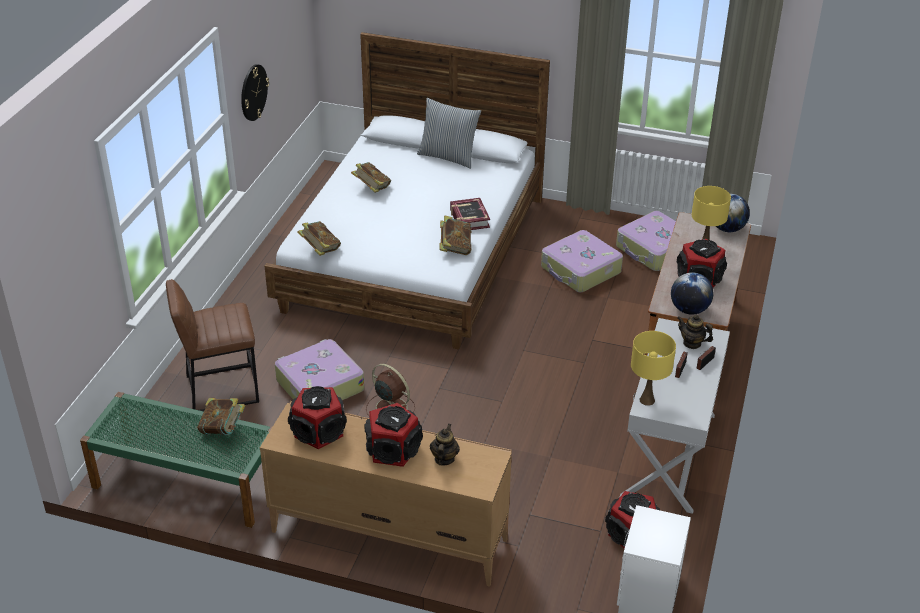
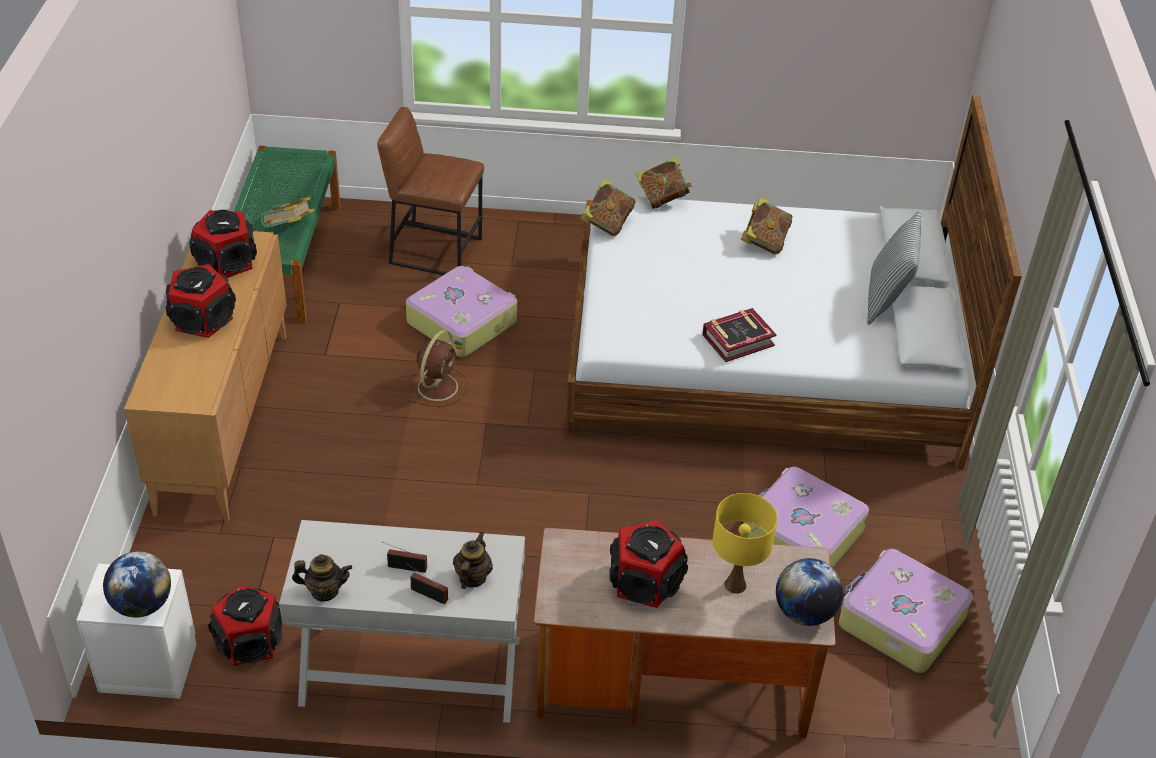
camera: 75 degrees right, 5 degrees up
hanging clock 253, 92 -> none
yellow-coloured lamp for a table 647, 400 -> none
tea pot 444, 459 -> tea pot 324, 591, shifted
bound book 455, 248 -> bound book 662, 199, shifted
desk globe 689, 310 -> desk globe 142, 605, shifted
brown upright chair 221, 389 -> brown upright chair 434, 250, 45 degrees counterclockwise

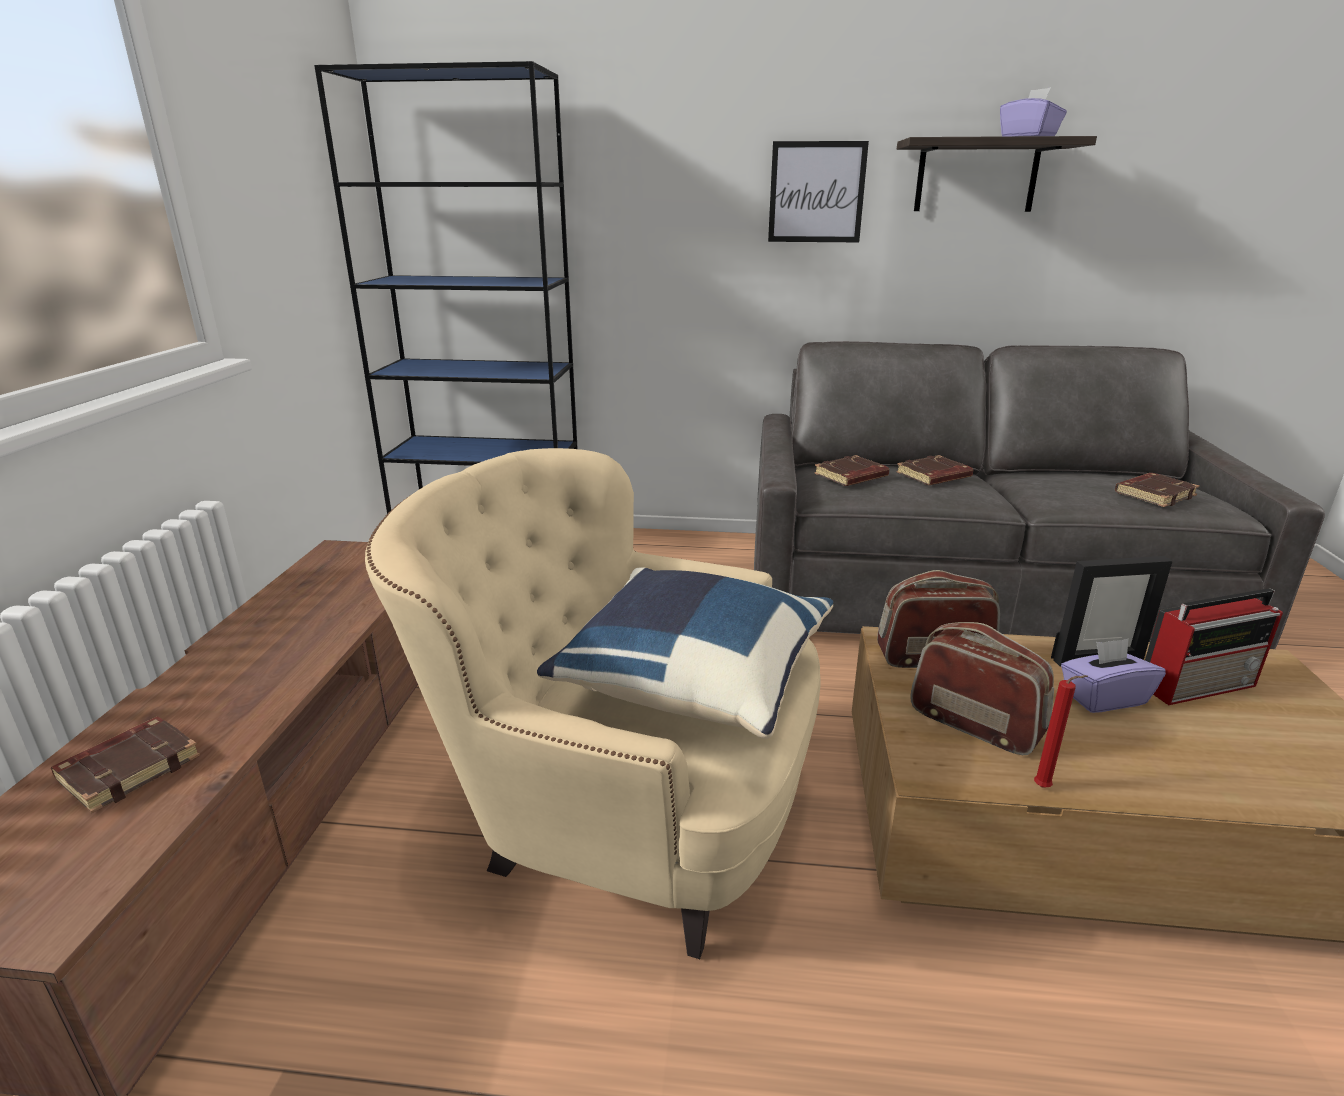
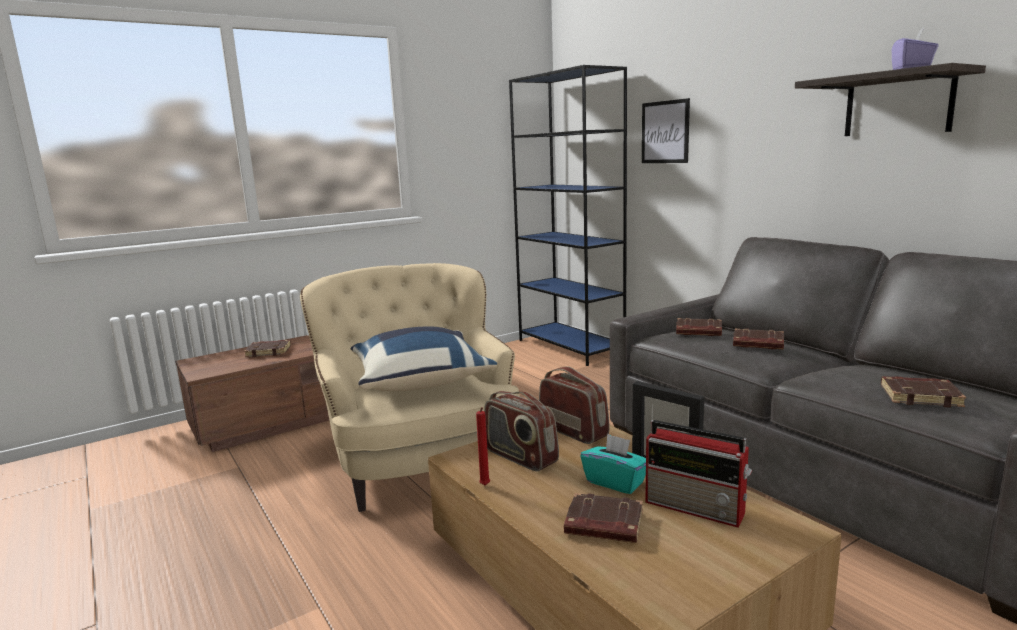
camera: 50 degrees right, 10 degrees down
none -> brown bound book 603, 525
wall picture 816, 192 -> wall picture 665, 132, shifted
purple-coloured box of tissues 1103, 698 -> turquoise-coloured box of tissues 615, 482
radio receiver 975, 724 -> radio receiver 520, 457, 135 degrees clockwise

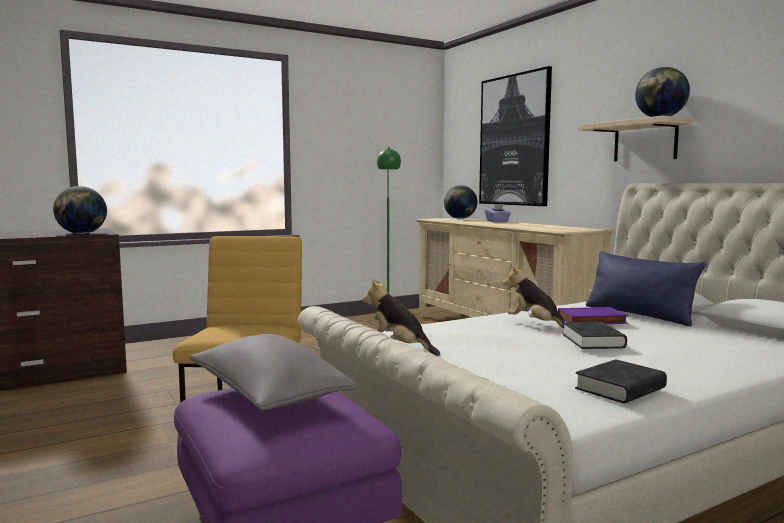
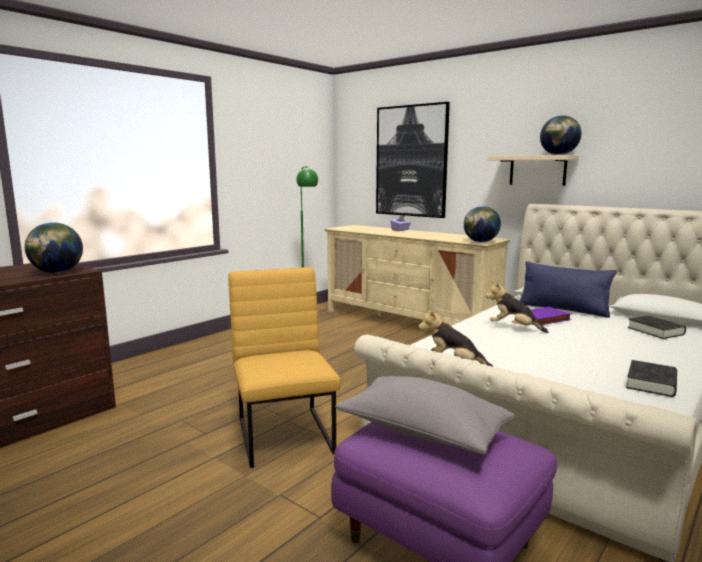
camera: 20 degrees left, 5 degrees up
desk globe 460, 218 -> desk globe 480, 242, shifted
blackish bound book 593, 341 -> blackish bound book 655, 331, shifted

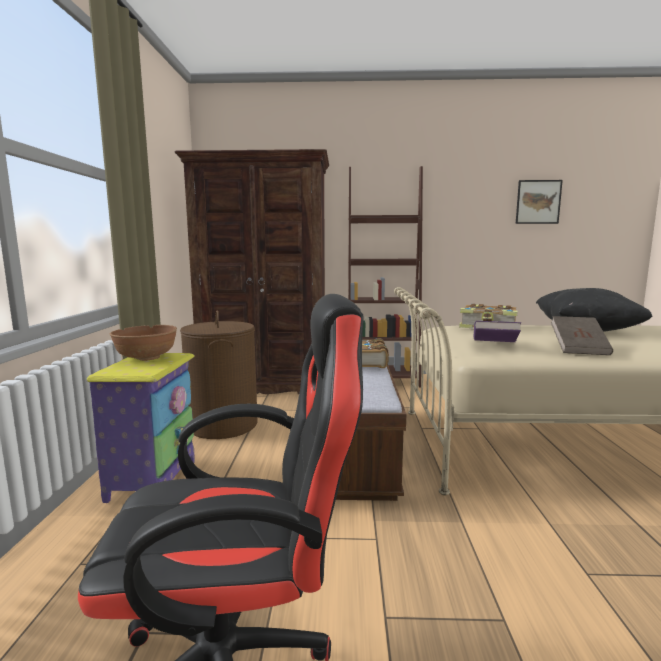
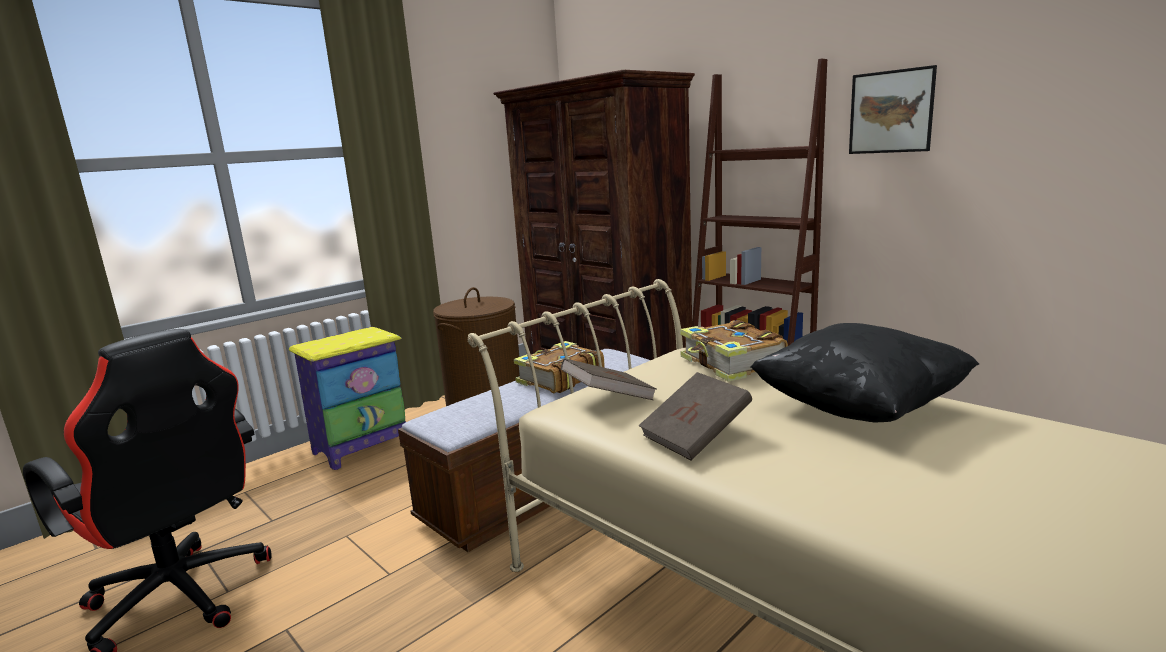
camera: 45 degrees right, 5 degrees up
brown deep dish 146, 357 -> none
wall picture 538, 202 -> wall picture 891, 112, shifted
purple-coloured bound book 494, 345 -> brown bound book 609, 398

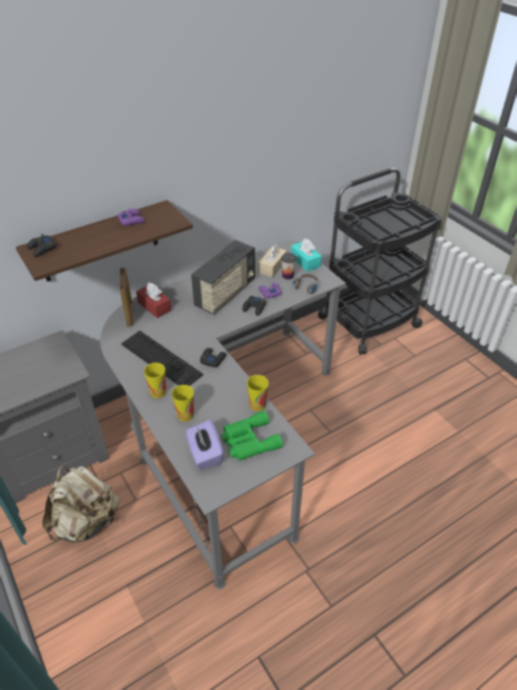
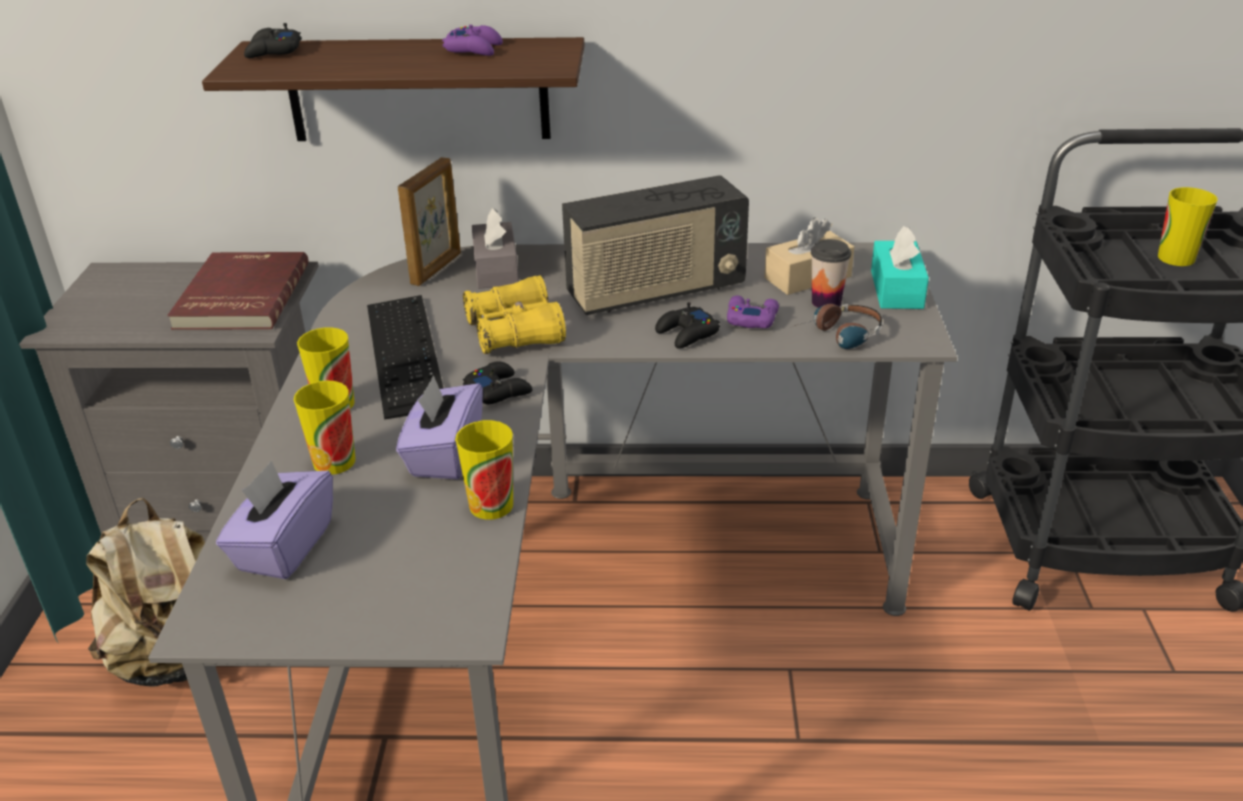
camera: 35 degrees right, 10 degrees down
green-coloured field glasses 248, 441 -> none
none -> red bound book 240, 296
none -> purple-coloured box of tissues 444, 454
none -> yellow-coloured field glasses 515, 332
none -> small cup 1176, 258
red box of tissues 154, 306 -> gray box of tissues 496, 269

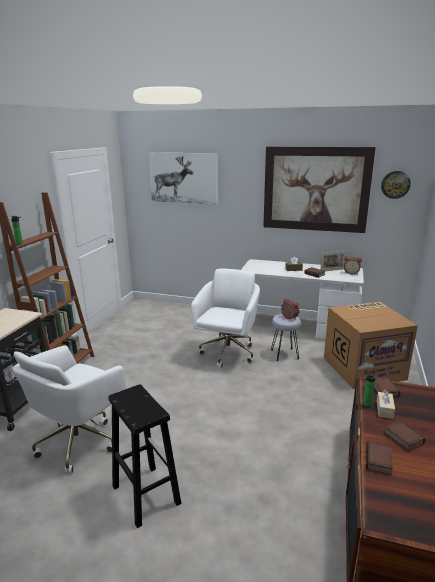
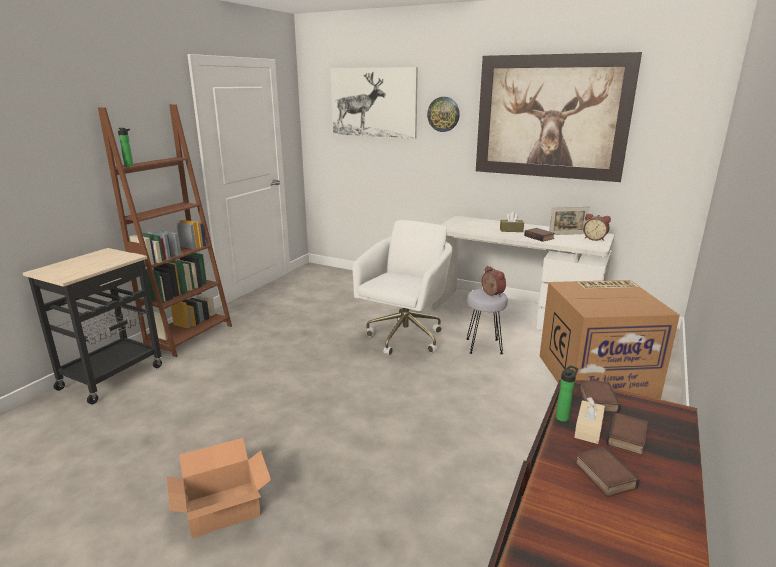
camera: 10 degrees right, 0 degrees up
white desk chair 80, 442 -> none
bound book 379, 461 -> bound book 628, 438, shifted
hanging clock 395, 184 -> hanging clock 443, 114, shifted
blackish sitting stool 145, 494 -> cardboard box 222, 508

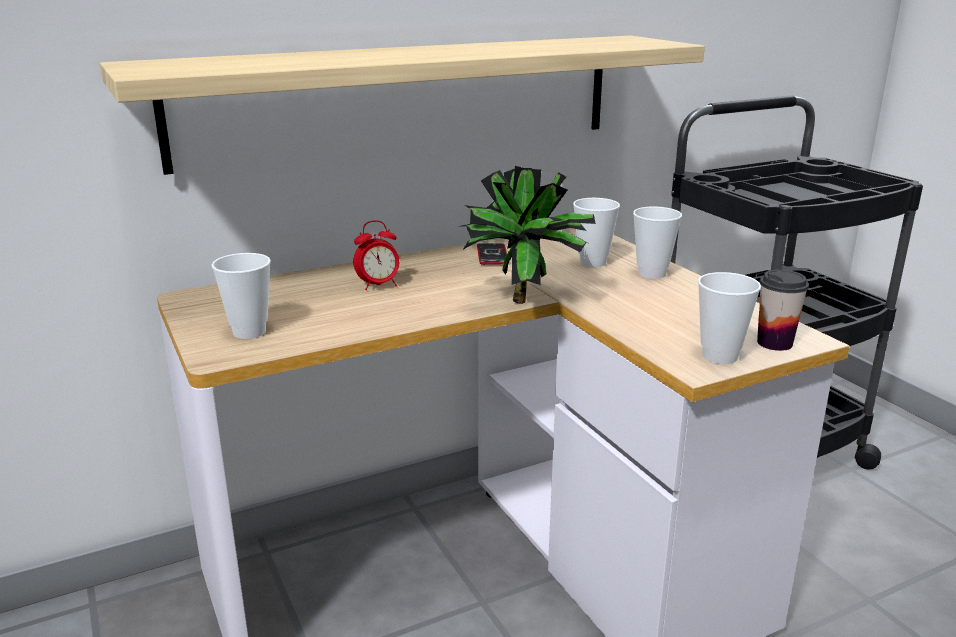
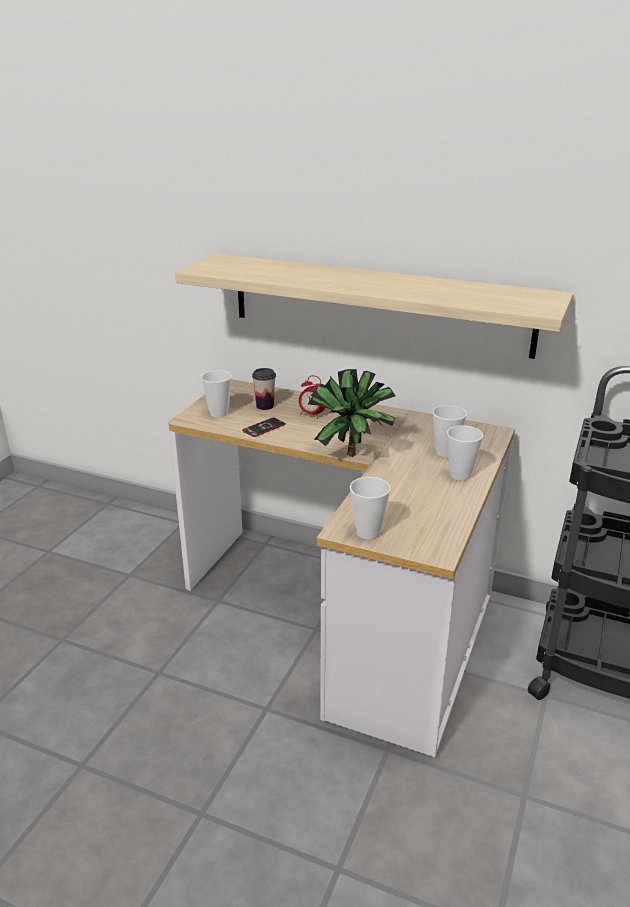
camera: 50 degrees right, 5 degrees up
handset 492, 255 -> handset 264, 428, shifted
small cup 774, 343 -> small cup 265, 406, shifted

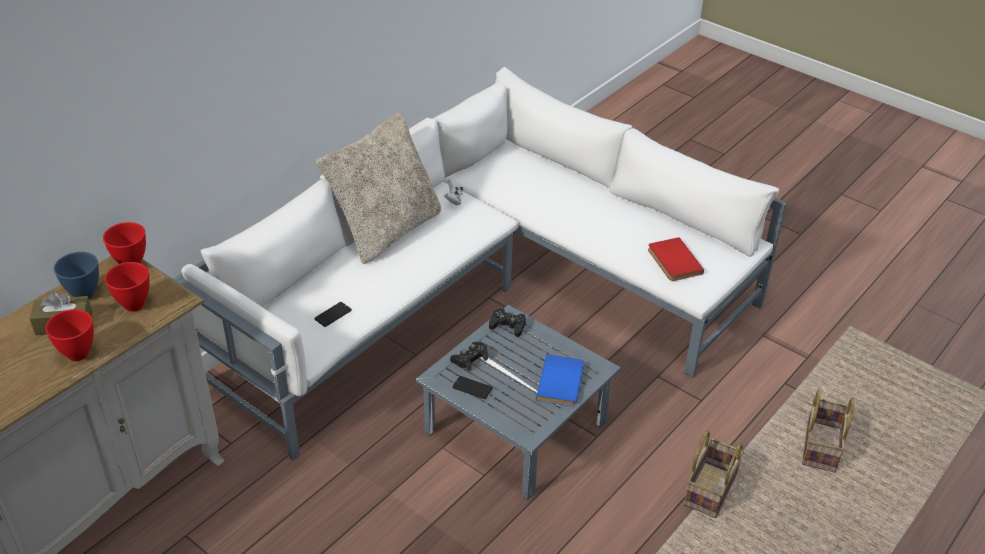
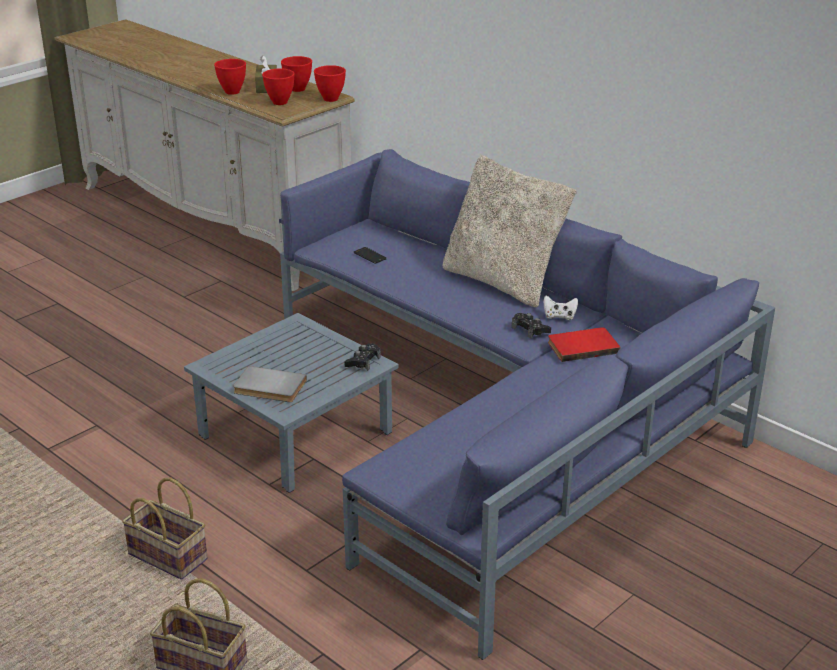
camera: 95 degrees right, 10 degrees down
handset 472, 388 -> none
blackish game controller 470, 359 -> blackish game controller 530, 329, shifted
red bound book 673, 261 -> red bound book 582, 346, shifted
blue-coloured deep dish 84, 294 -> red deep dish 298, 89
white sofa 490, 316 -> blue-coloured sofa 468, 424
blue-coloured bound book 562, 383 -> gray bound book 269, 388

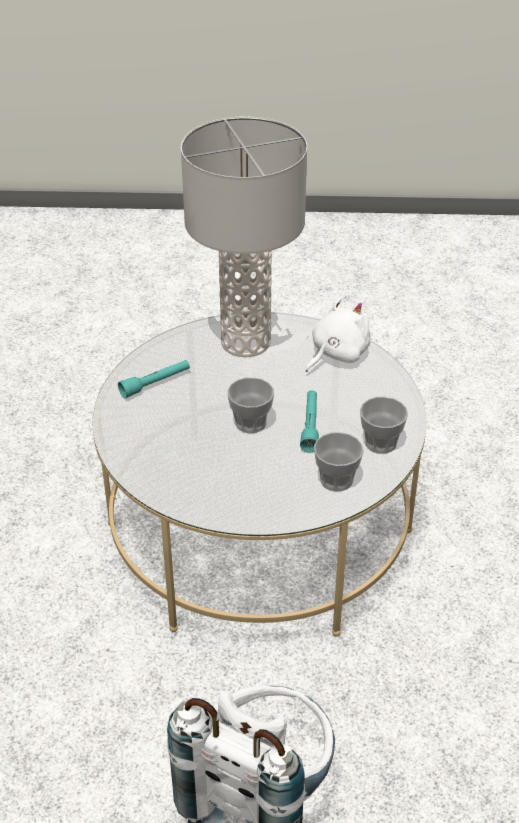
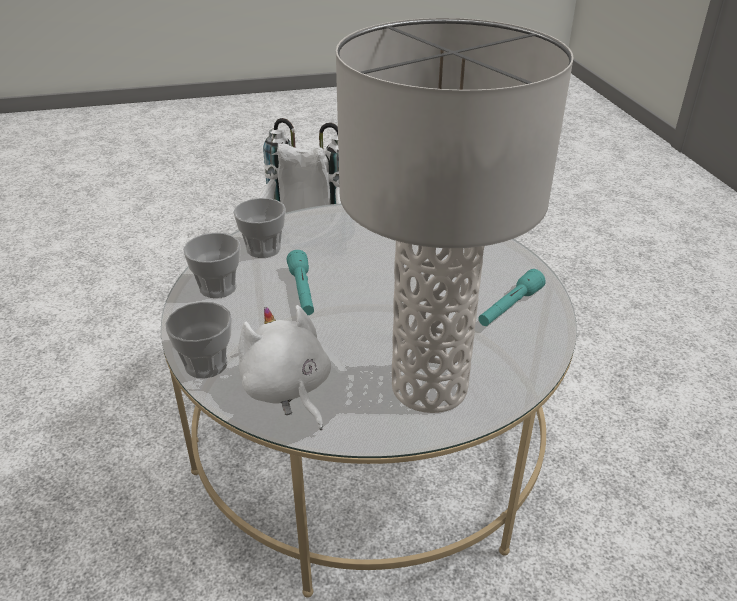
camera: 165 degrees right, 5 degrees down
small cup 251, 423 -> small cup 206, 364, shifted
white plush toy 337, 354 -> white plush toy 287, 390, 120 degrees clockwise

